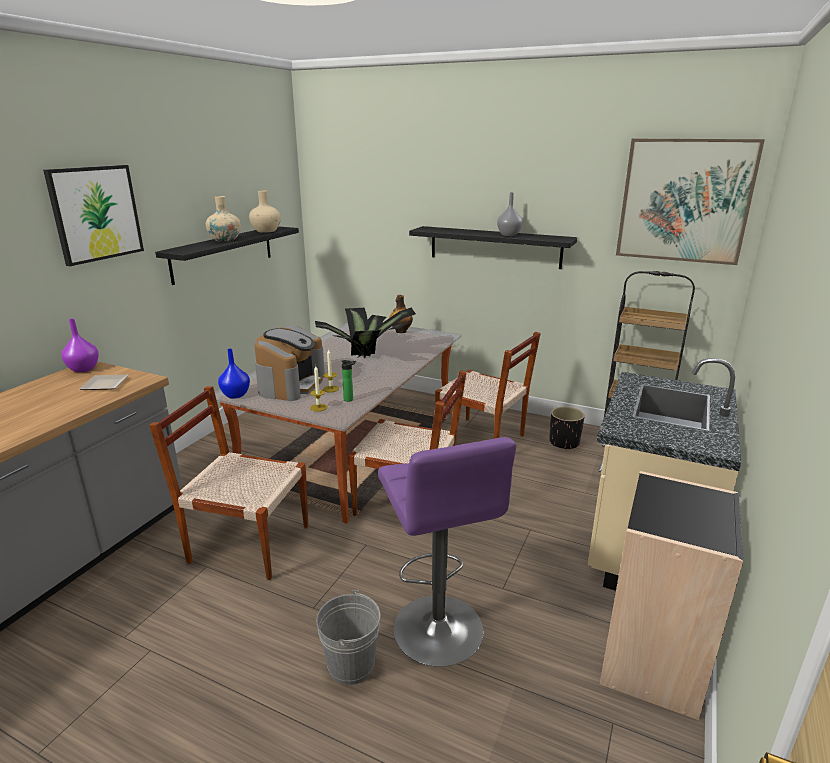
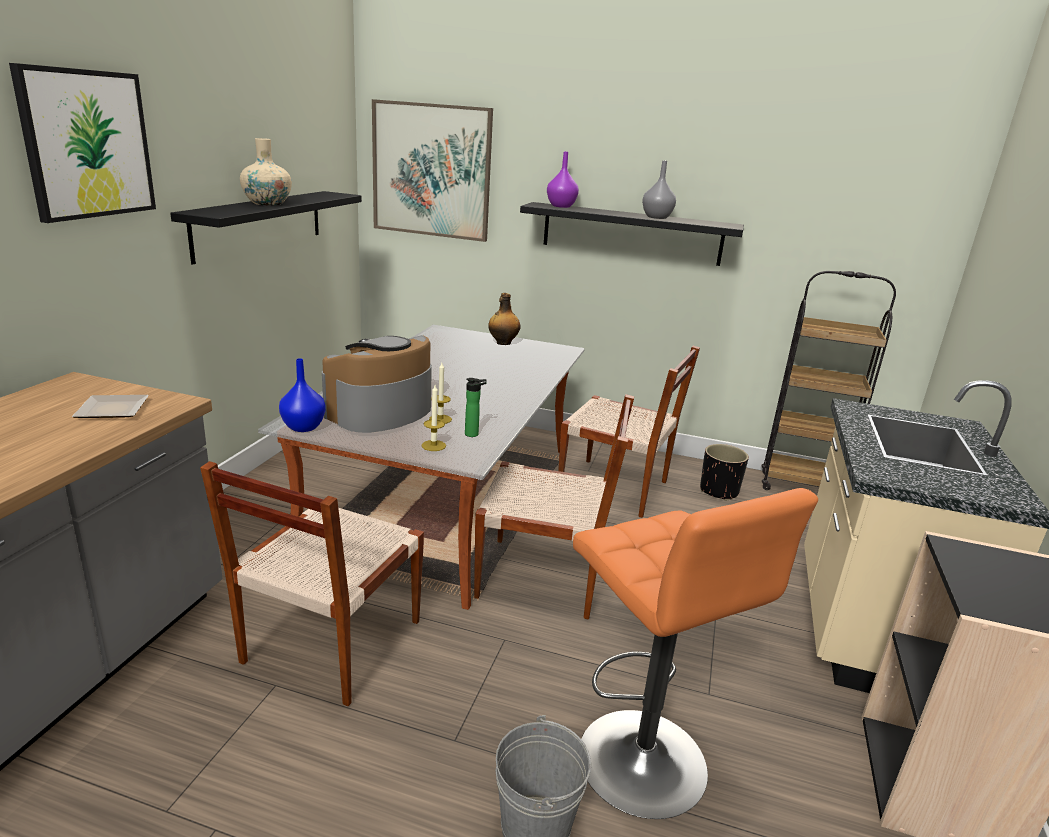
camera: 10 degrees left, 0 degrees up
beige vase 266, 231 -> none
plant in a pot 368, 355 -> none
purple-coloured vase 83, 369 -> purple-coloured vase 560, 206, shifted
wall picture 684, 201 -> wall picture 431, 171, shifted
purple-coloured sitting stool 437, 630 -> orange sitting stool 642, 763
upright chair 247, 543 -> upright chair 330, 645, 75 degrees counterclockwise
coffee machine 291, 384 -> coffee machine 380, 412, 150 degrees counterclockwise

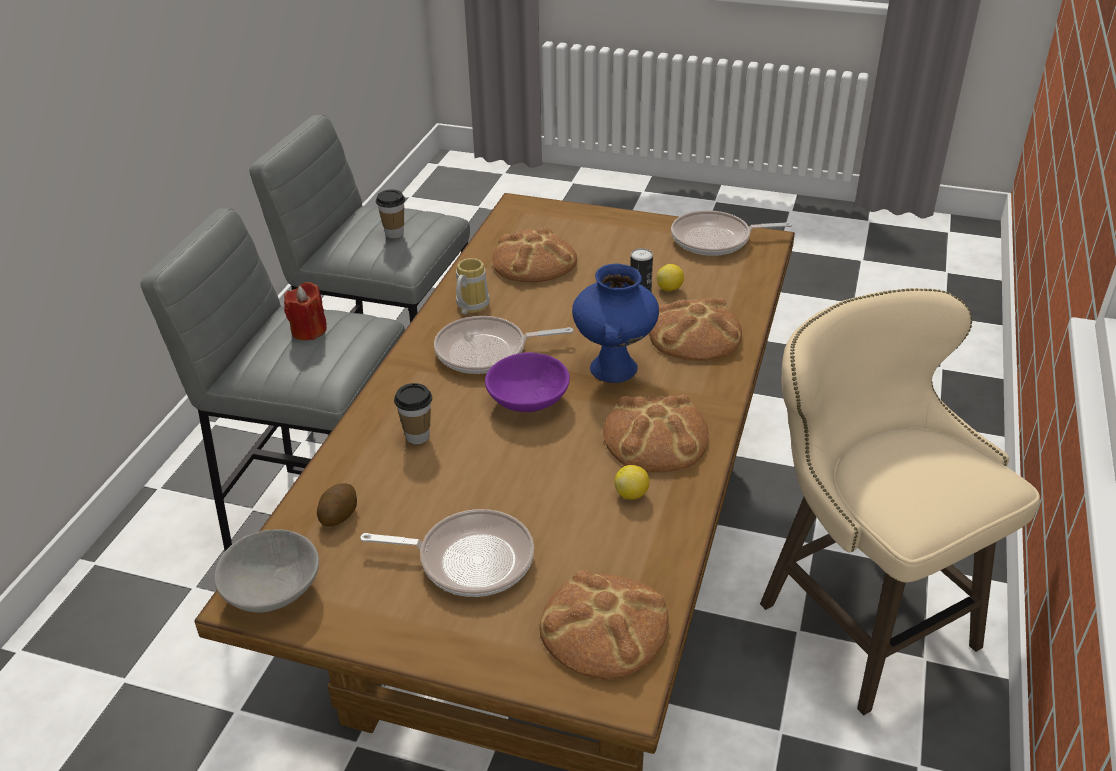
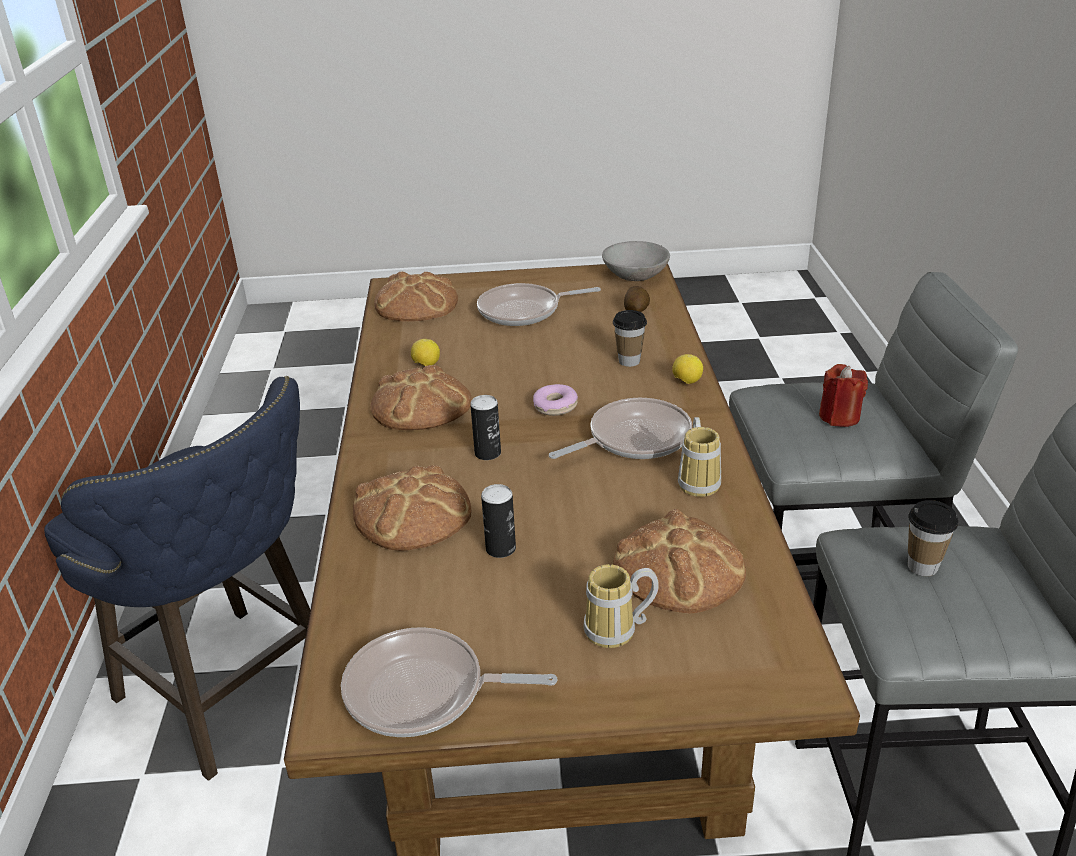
camera: 160 degrees right, 5 degrees down
none -> tea mug 617, 632
whole lemon 670, 289 -> whole lemon 686, 382, shifted
purple-coloured deep dish 529, 401 -> donut 555, 406
blue-coloured vase 614, 369 -> metal can 487, 453
beige sitting stool 861, 618 -> blue-coloured sitting stool 233, 694
skillet 715, 239 -> skillet 423, 692, 150 degrees counterclockwise

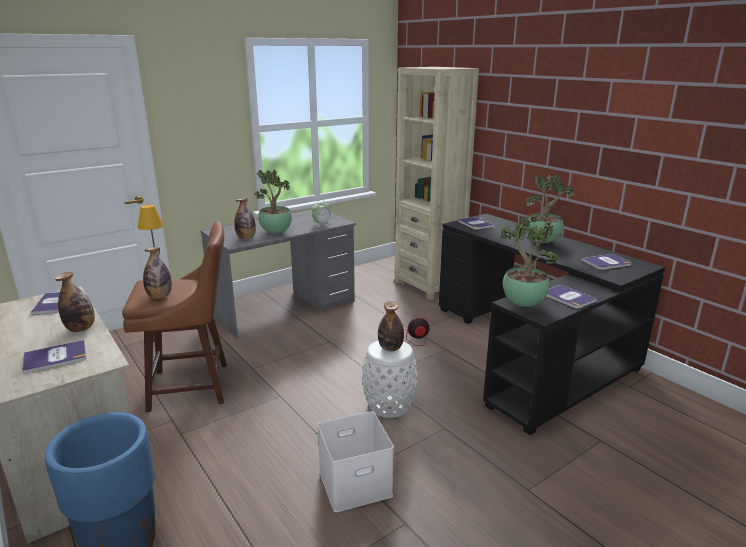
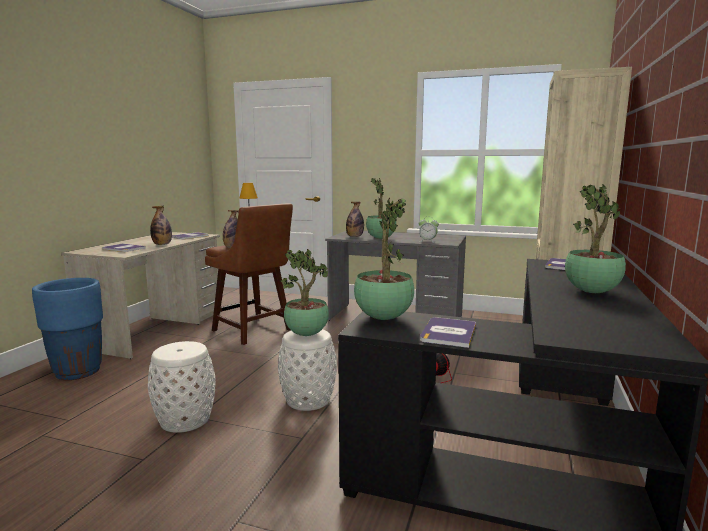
camera: 55 degrees right, 10 degrees down
bound book 606, 262 -> none
white storage bin 356, 482 -> white sitting stool 185, 420
drink bottle 390, 348 -> plant in a pot 307, 334

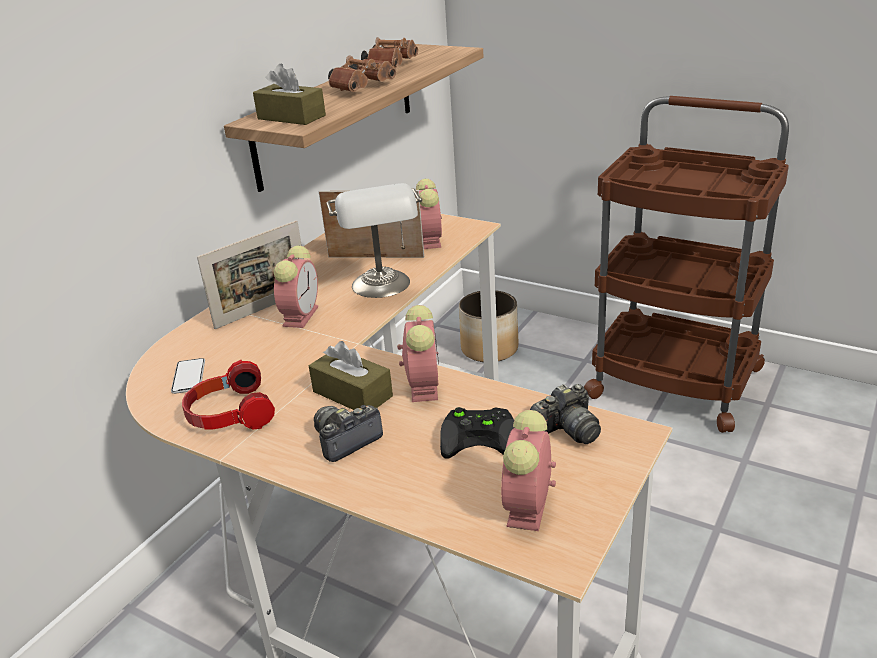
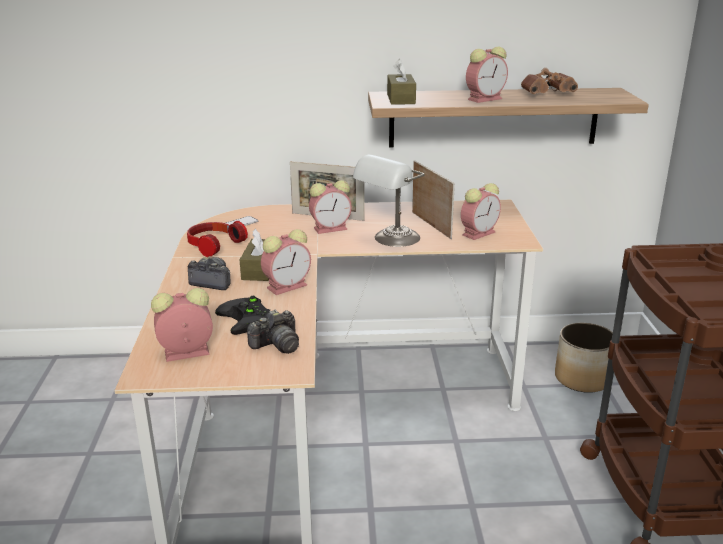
camera: 55 degrees right, 5 degrees down
brown field glasses 363, 88 -> table clock 485, 99
still camera 566, 430 -> still camera 277, 345, 60 degrees counterclockwise

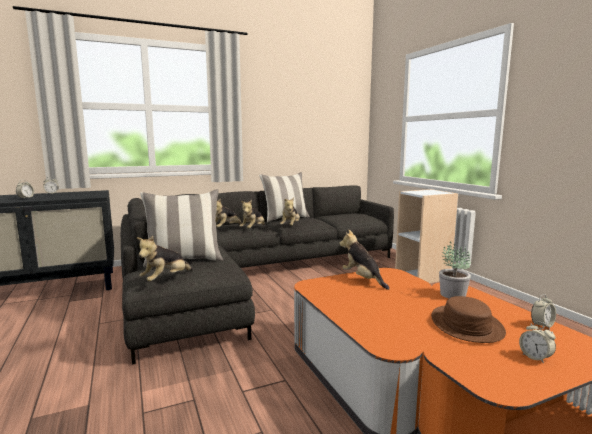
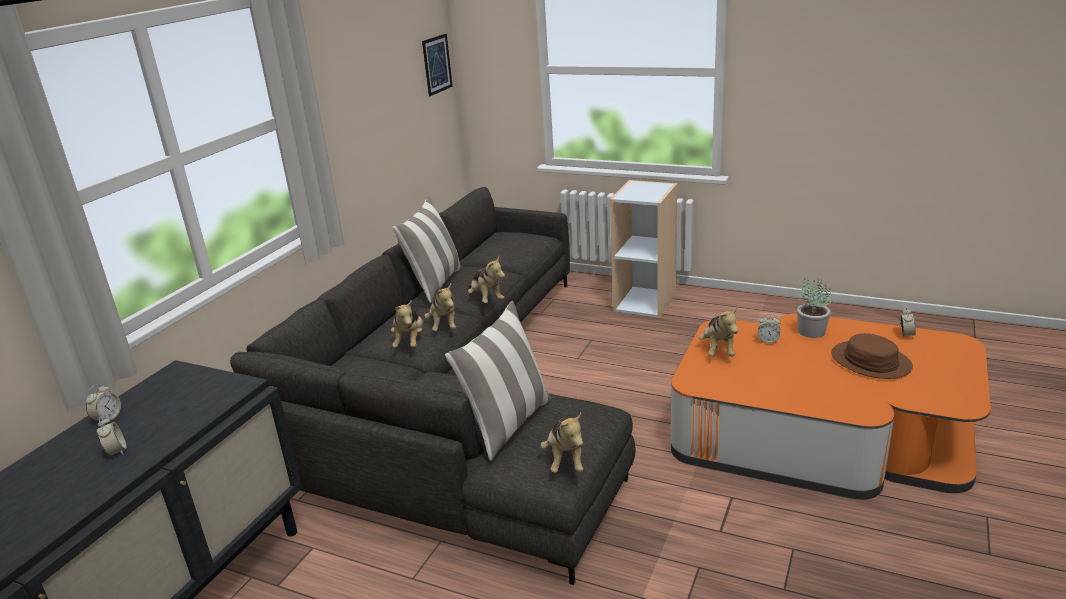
camera: 40 degrees left, 15 degrees up
none -> wall picture 437, 64
table clock 535, 357 -> table clock 768, 341, shifted
plush toy 362, 279 -> plush toy 718, 350, 105 degrees counterclockwise

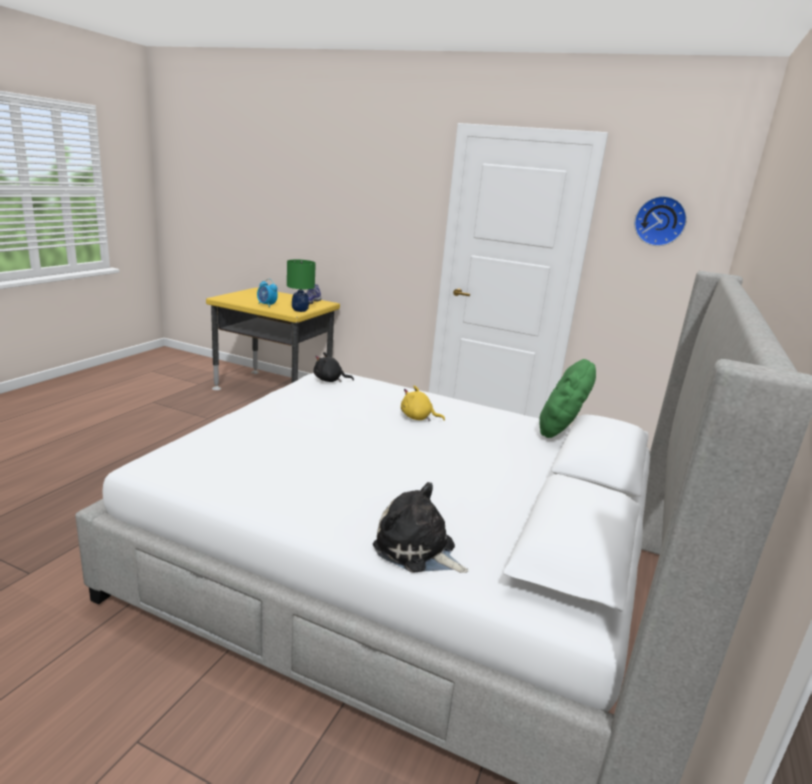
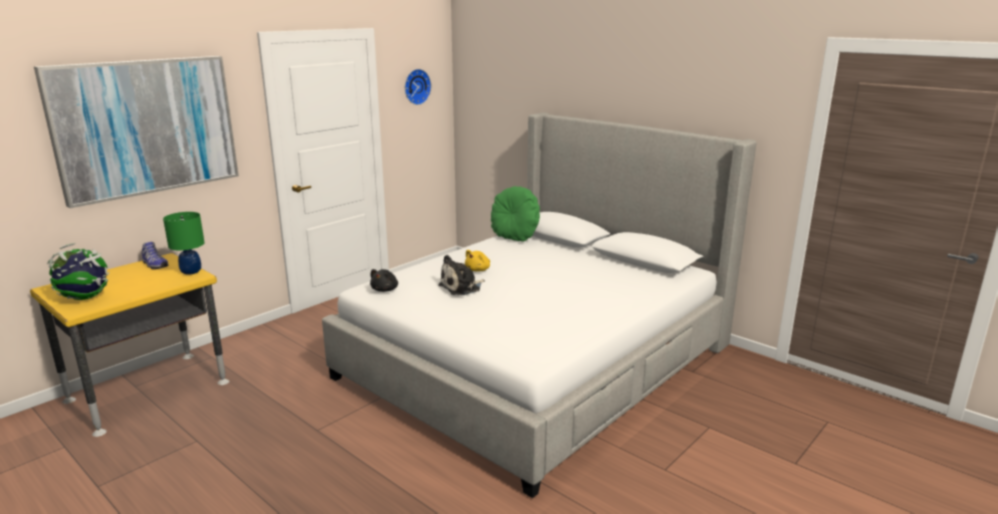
camera: 70 degrees left, 0 degrees up
table clock 267, 305 -> none
none -> wall picture 145, 127
none -> desk globe 85, 298
plush toy 417, 550 -> plush toy 462, 287, shifted

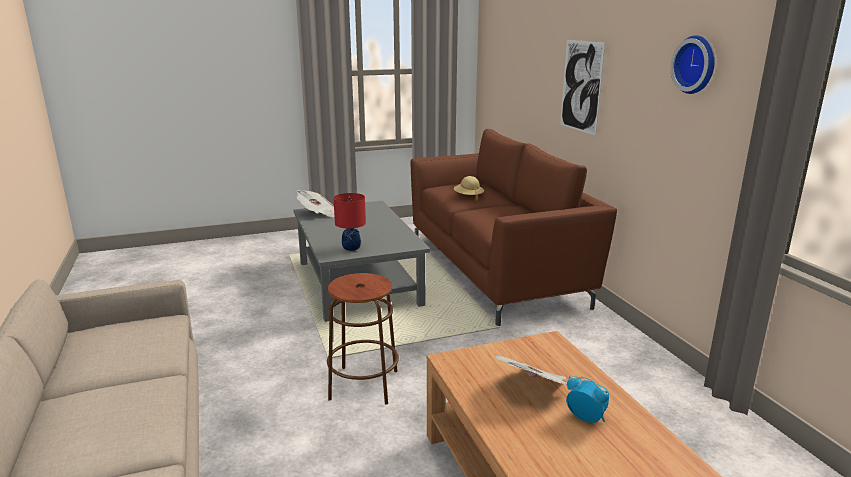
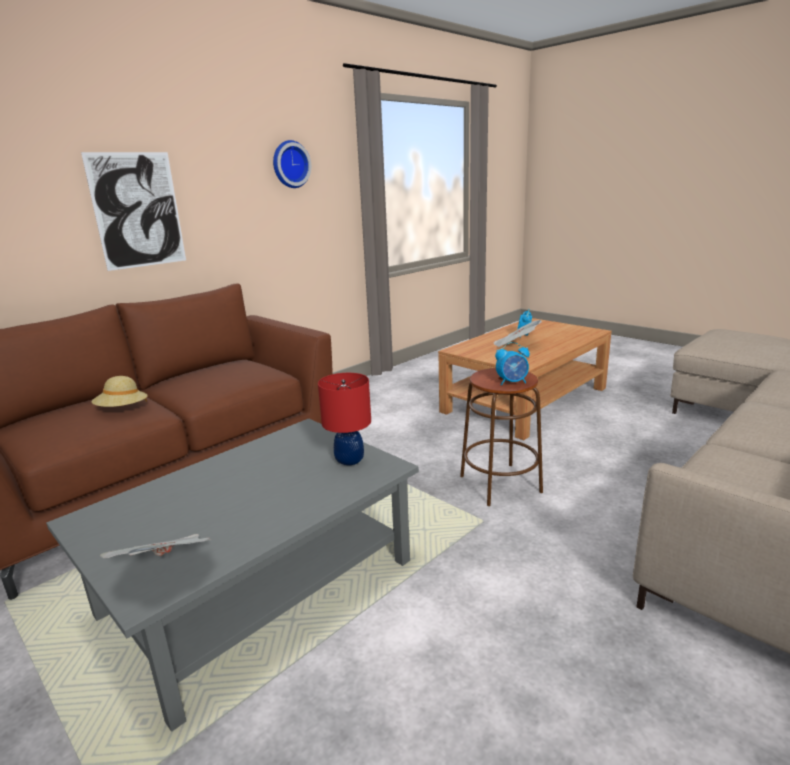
camera: 115 degrees left, 0 degrees up
none -> table clock 512, 382

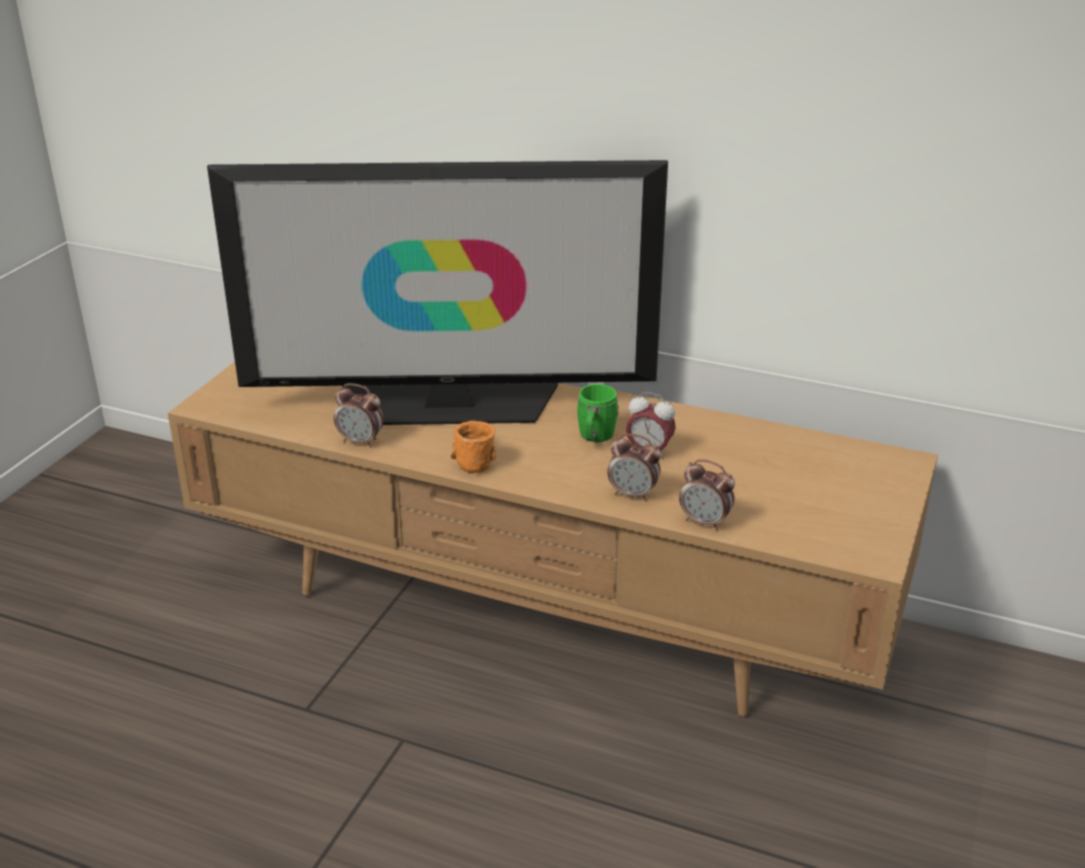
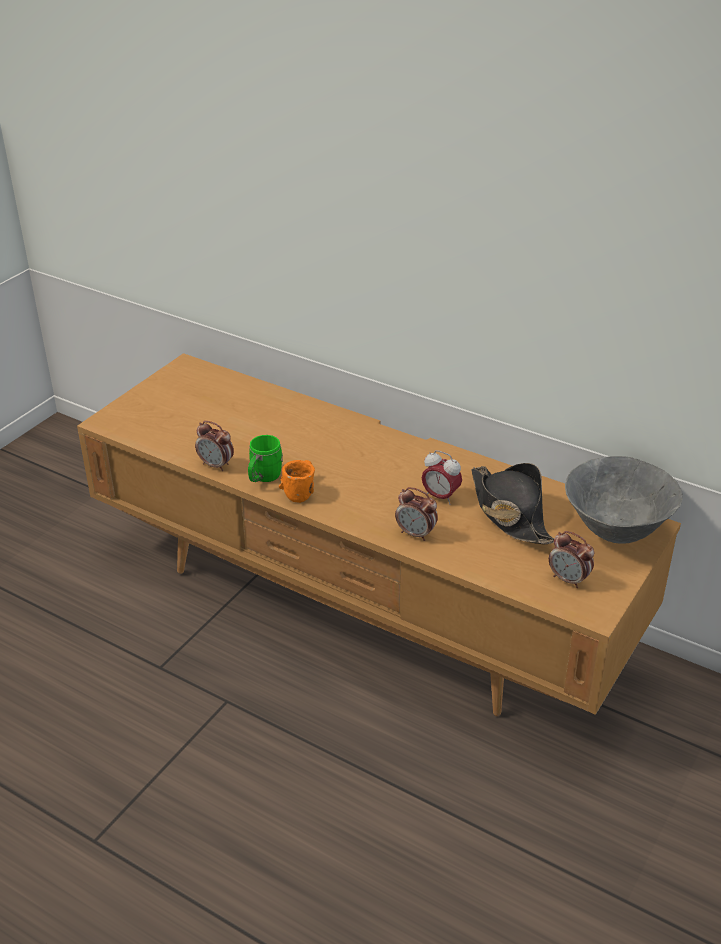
camera: 10 degrees right, 5 degrees up
TV set 449, 405 -> none
none -> blackish wearable hat 509, 512
none -> gray deep dish 616, 531
green-coloured tea mug 595, 438 -> green-coloured tea mug 263, 478, shifted
table clock 705, 522 -> table clock 568, 579, shifted

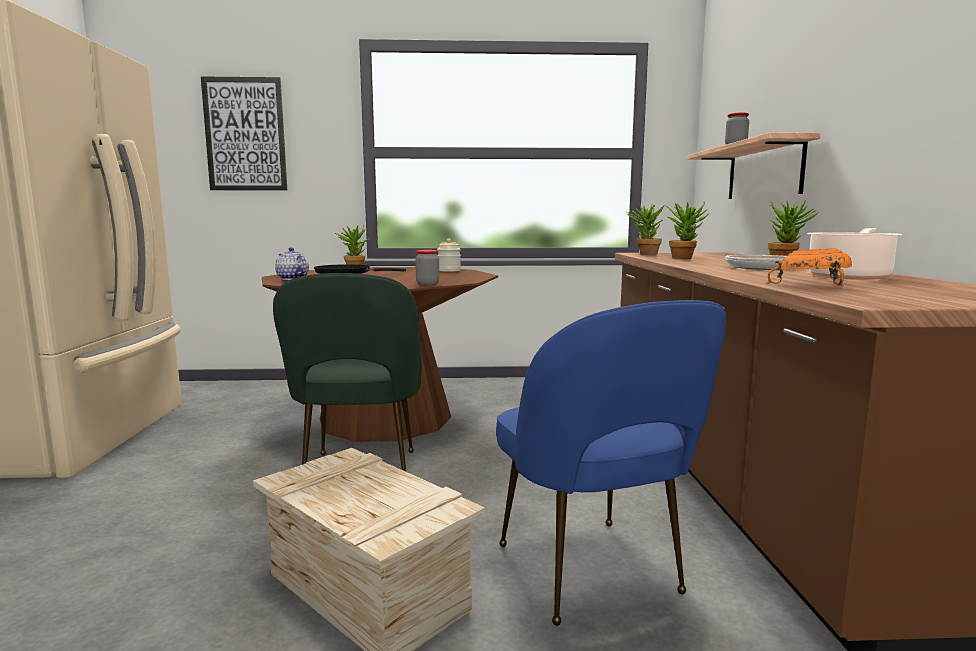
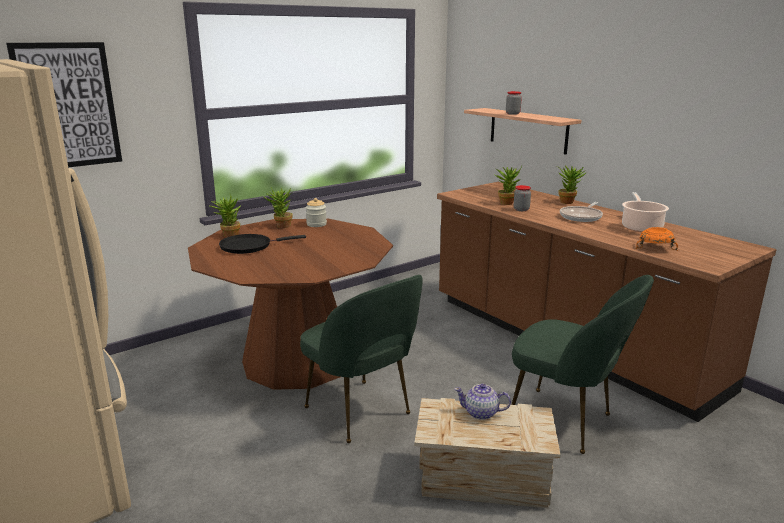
camera: 35 degrees left, 10 degrees up
tea pot 292, 279 -> tea pot 481, 413, shifted
jar 427, 284 -> jar 521, 209, shifted
plant in a pot 644, 254 -> plant in a pot 281, 226, shifted
blue-coloured upright chair 593, 578 -> green-coloured upright chair 567, 423

